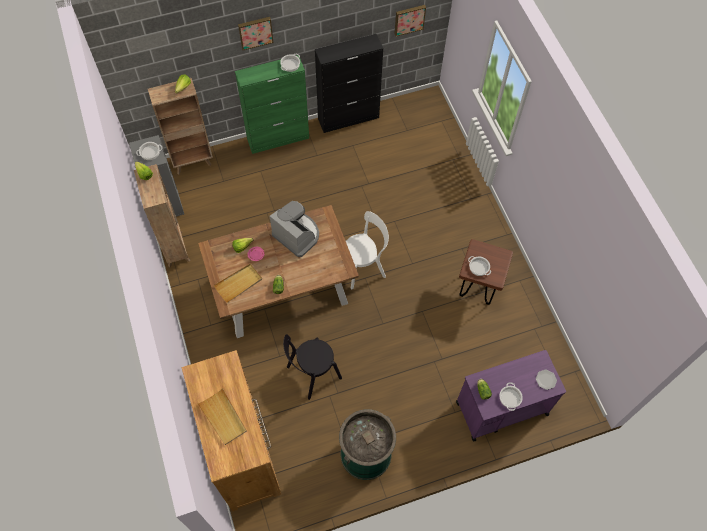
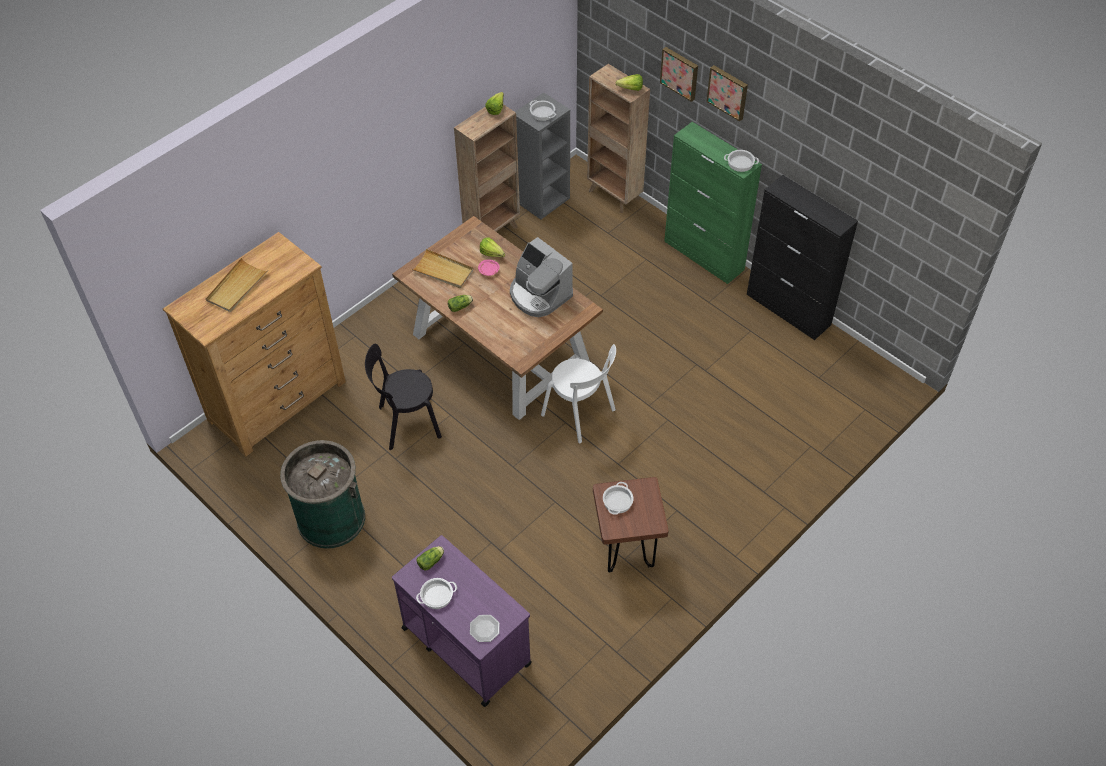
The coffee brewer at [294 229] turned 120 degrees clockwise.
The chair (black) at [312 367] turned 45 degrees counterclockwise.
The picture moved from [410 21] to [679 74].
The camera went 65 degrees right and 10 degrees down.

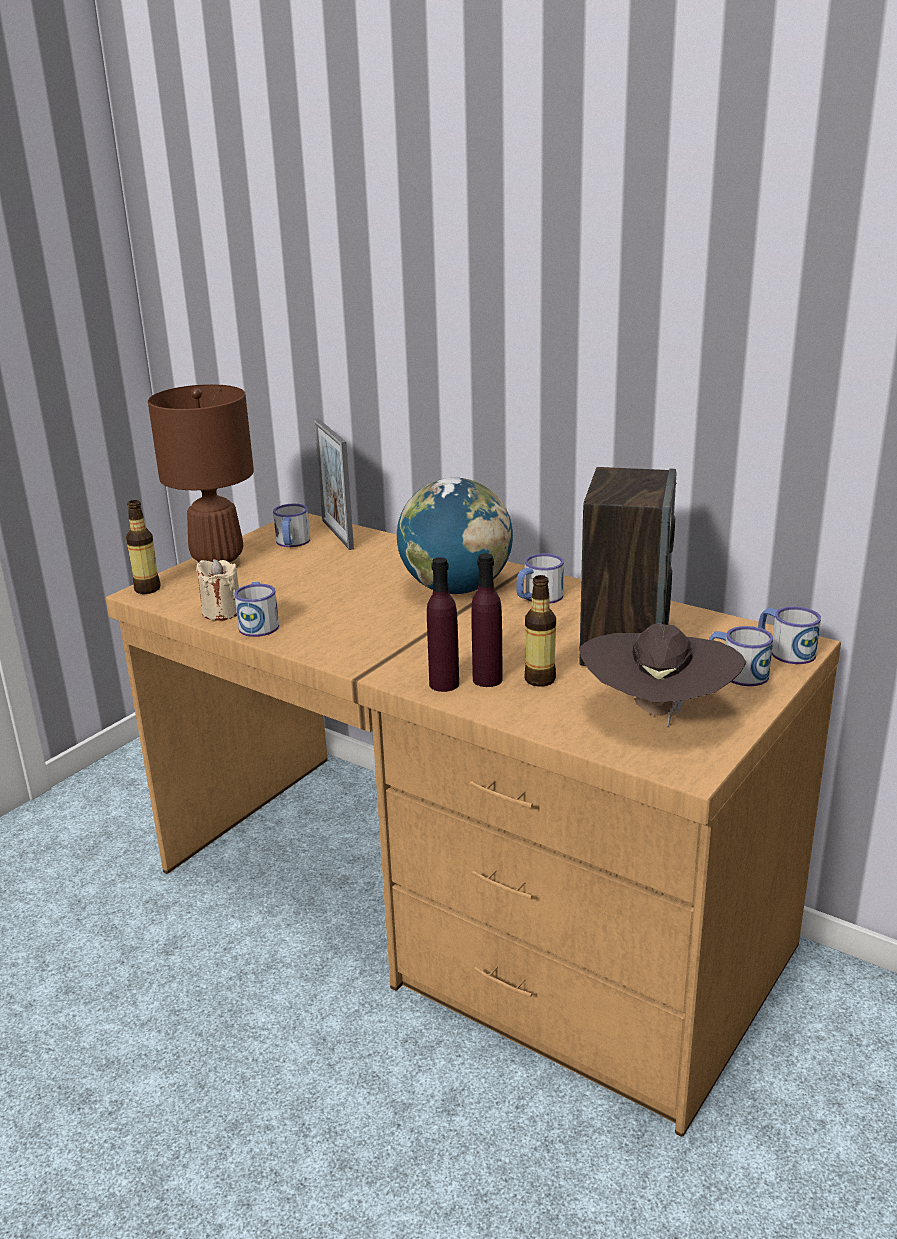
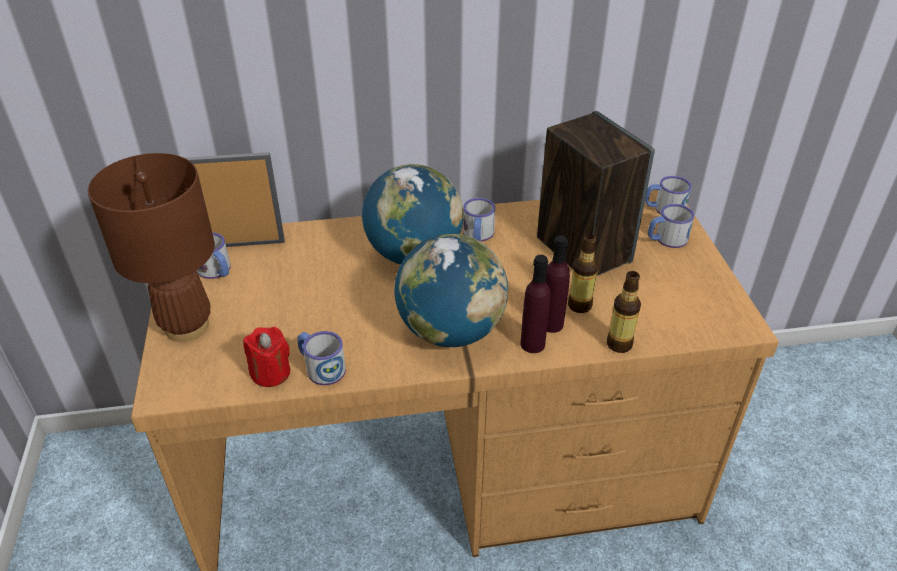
The beverage bottle moved from [143 547] to [624 312].
The wax candle (beige) at [217 590] became the wax candle (red) at [266 357].
The standing frame at [334 484] turned 150 degrees clockwise.
The hat (brown-coloured) at [662 675] disappeared.
The globe at [451 290] appeared.
The camera went 45 degrees left and 15 degrees up.

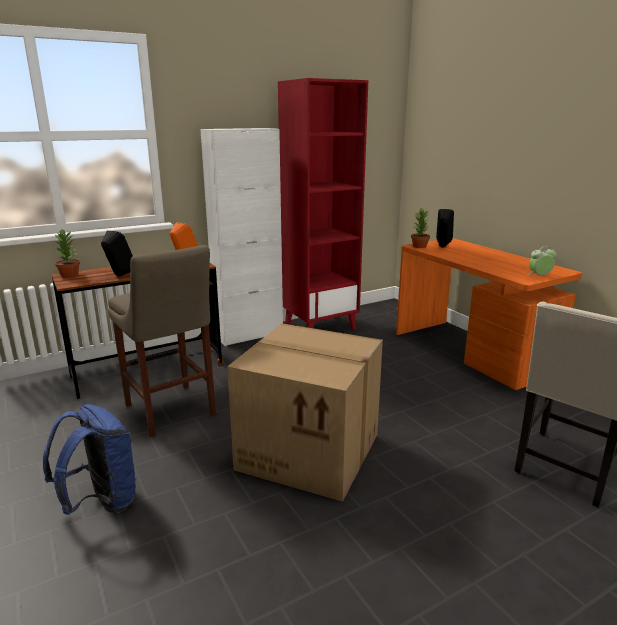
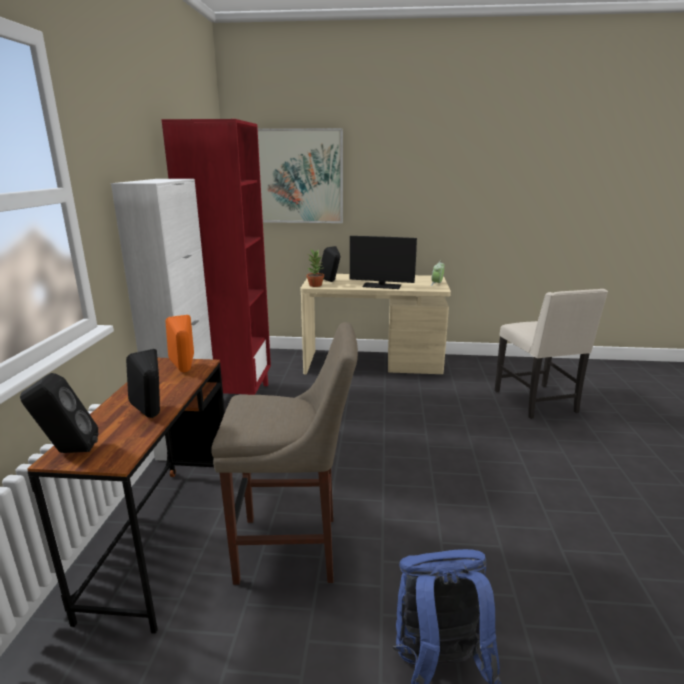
The houseplant at [67 253] was replaced by the audio speaker (black) at [59 413].
The packing box at [305 412] disappeared.
The desk table (orange) at [489 314] became the desk table (beige) at [376 324].
The picture at [300 175] appeared.
The computer screen at [383 262] appeared.
The camera went 55 degrees left and 0 degrees up.

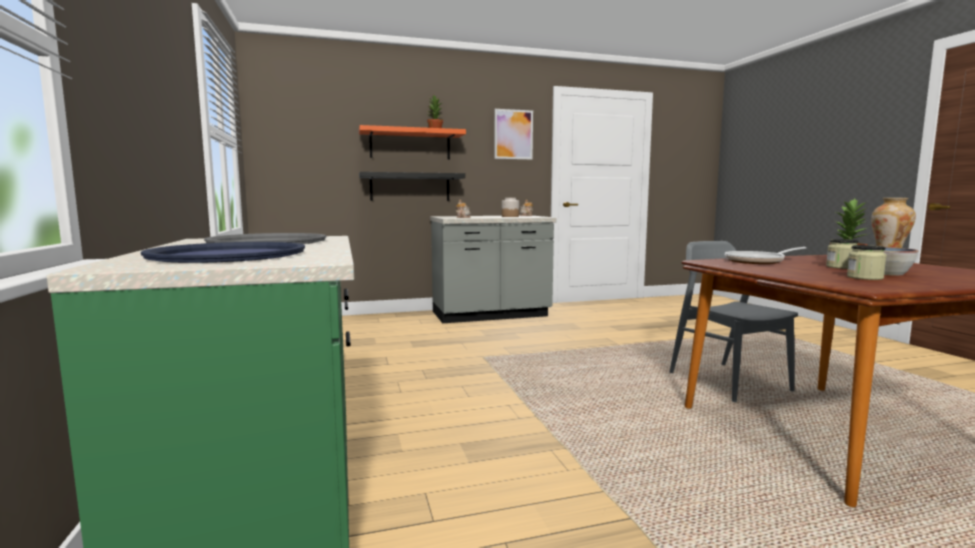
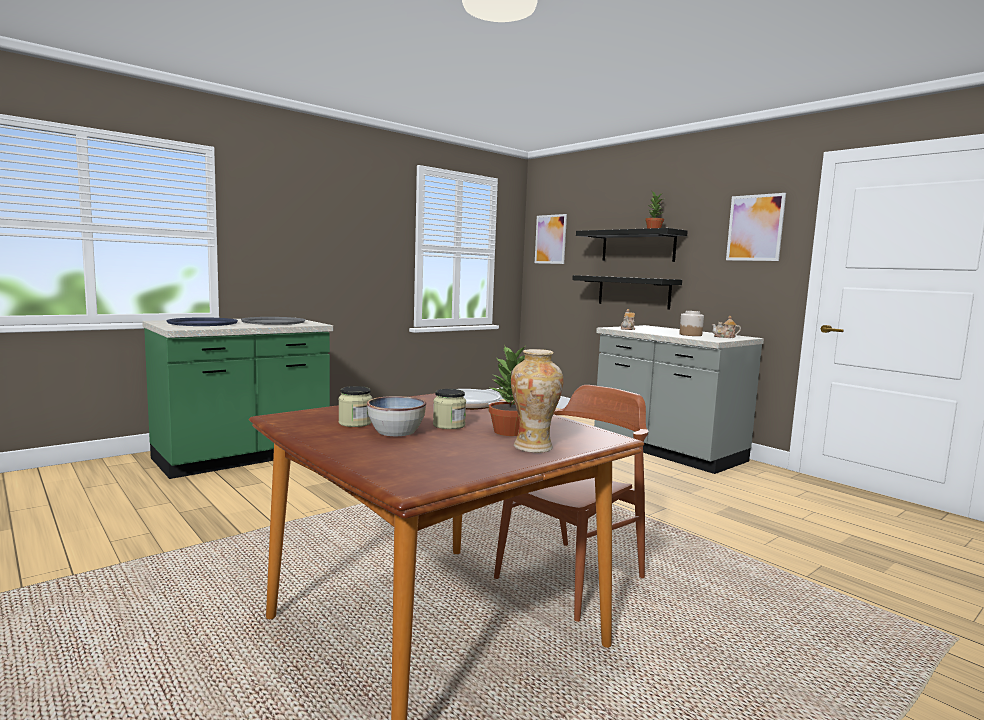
The wall shelf (orange) at [412 142] became the wall shelf (black) at [632 245].
The chair (gray) at [734 321] became the chair (brown-coloured) at [571 503].
The picture at [551 239] appeared.
The camera went 65 degrees right and 0 degrees up.

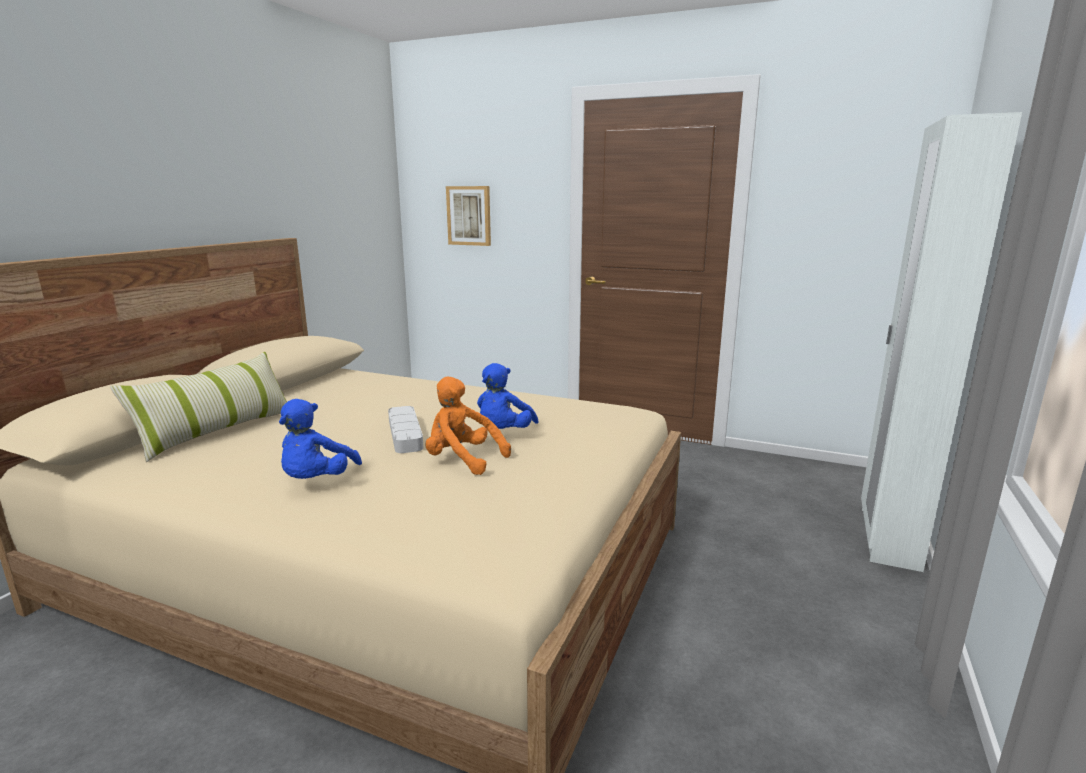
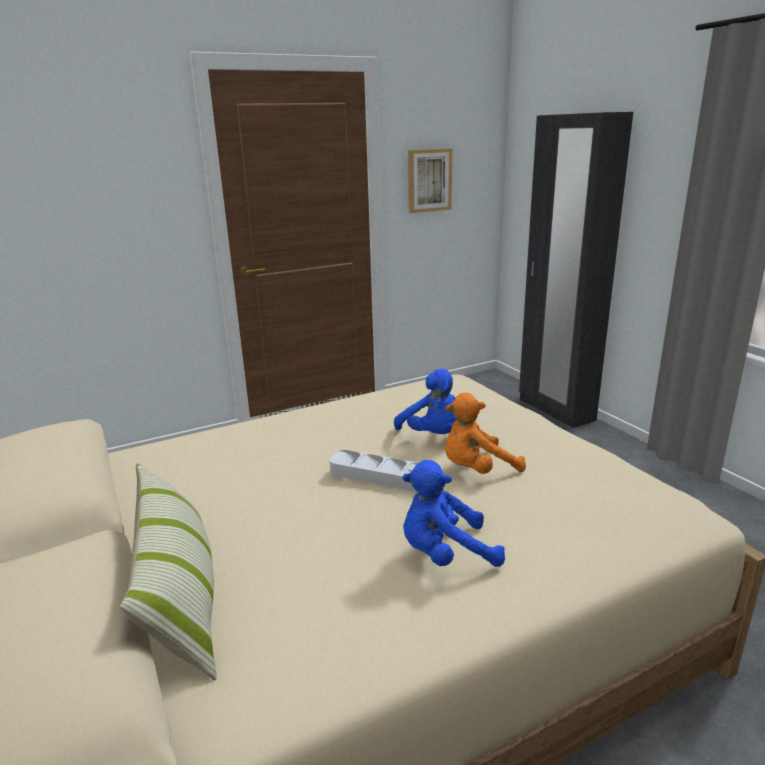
The cuddly toy (blue-coloured) at [320 439] turned 120 degrees clockwise.
The picture moved from [468 216] to [430 180].
The clothes cupboard (white-coloured) at [941 342] became the clothes cupboard (black) at [576 270].
The camera went 50 degrees left and 5 degrees up.

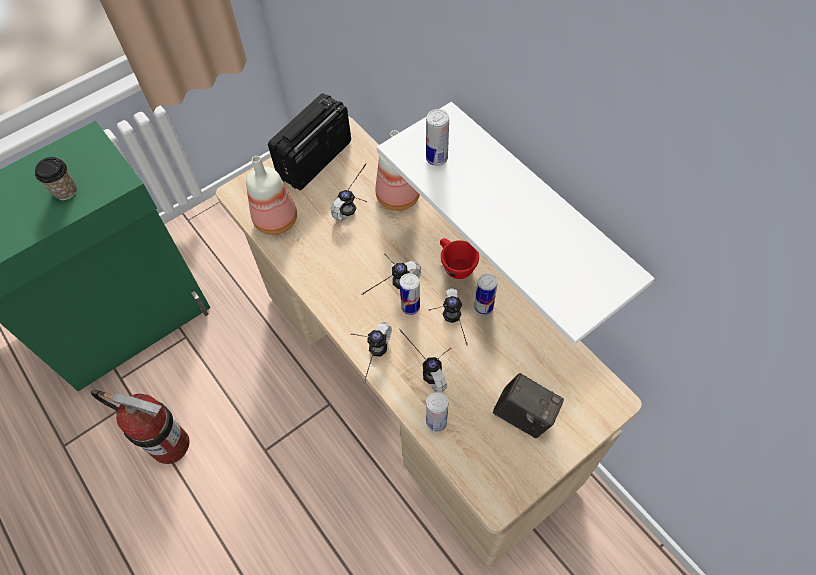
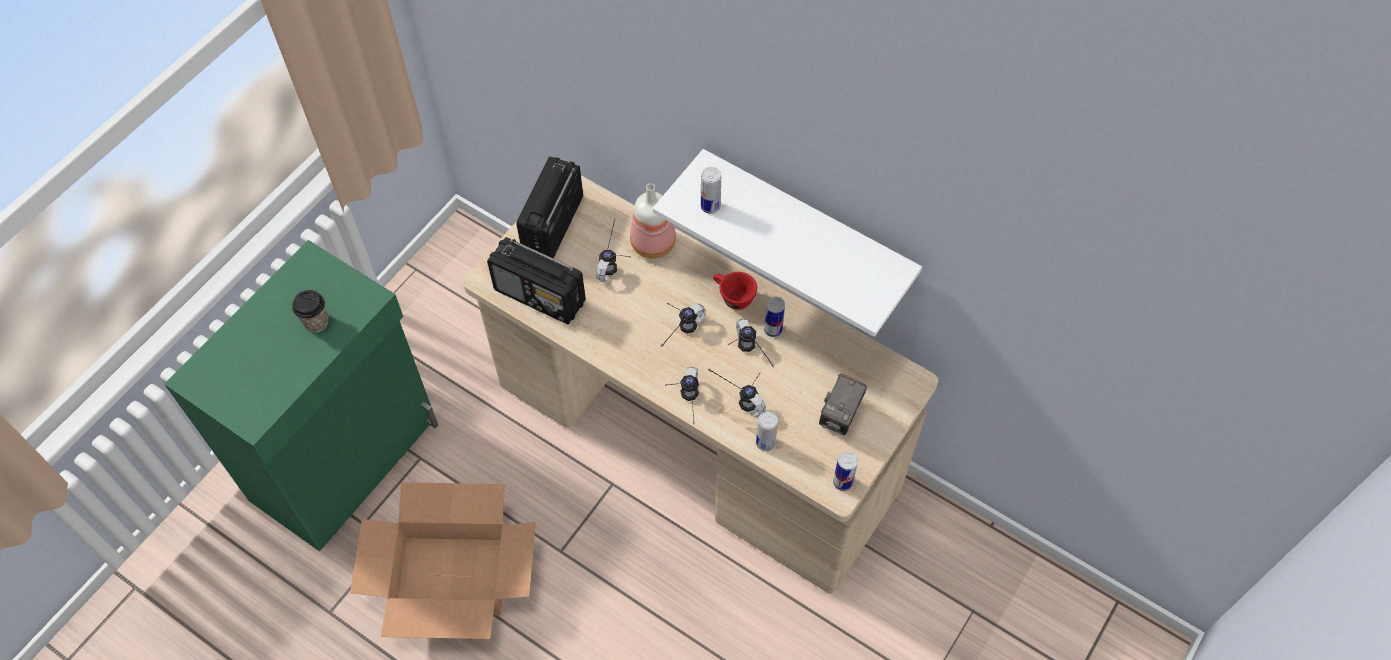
The fire-fighting cylinder at [140 427] was replaced by the packing box at [443 560].
The beverage bottle at [271 195] was replaced by the radio at [536 280].
The metal can moved from [410 294] to [845 471].
The photo camera at [528 405] turned 105 degrees clockwise.
The camera went 20 degrees left and 0 degrees up.

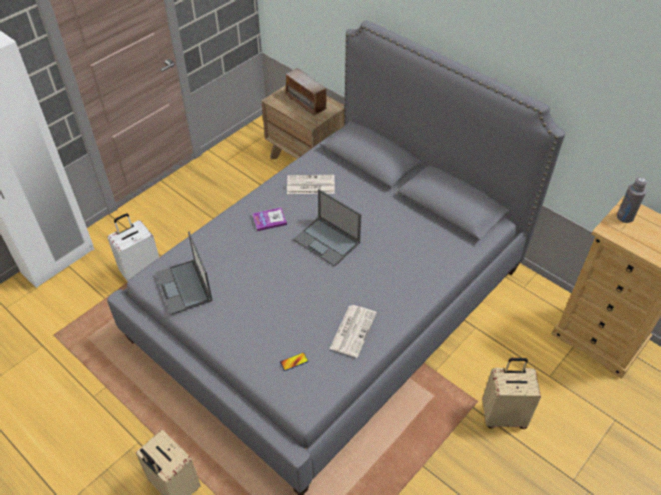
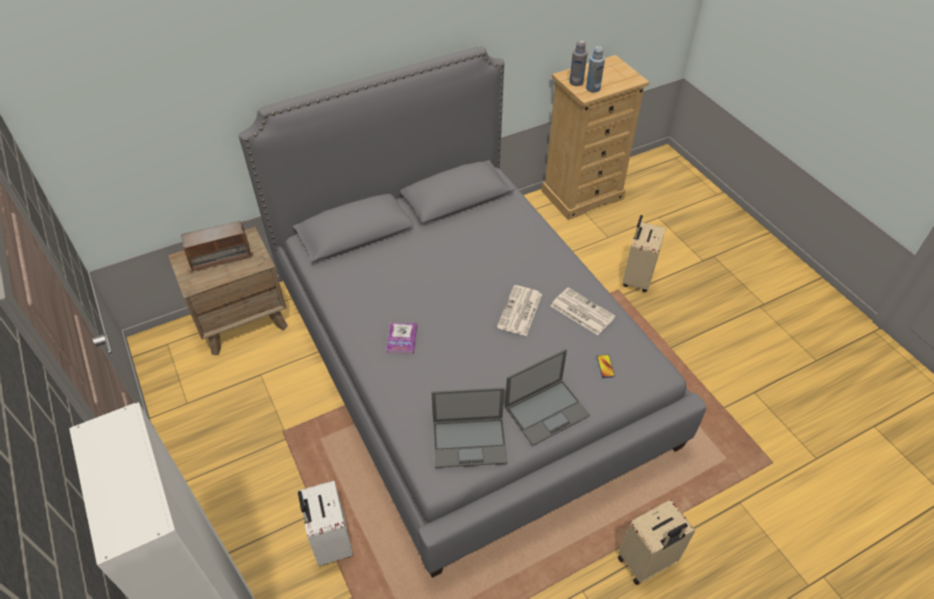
The newspaper moved from [311 184] to [519 310].
The notebook computer moved from [327 228] to [547 397].
The beverage bottle (blue-coloured) at [595 69] appeared.
The camera went 70 degrees left and 0 degrees up.

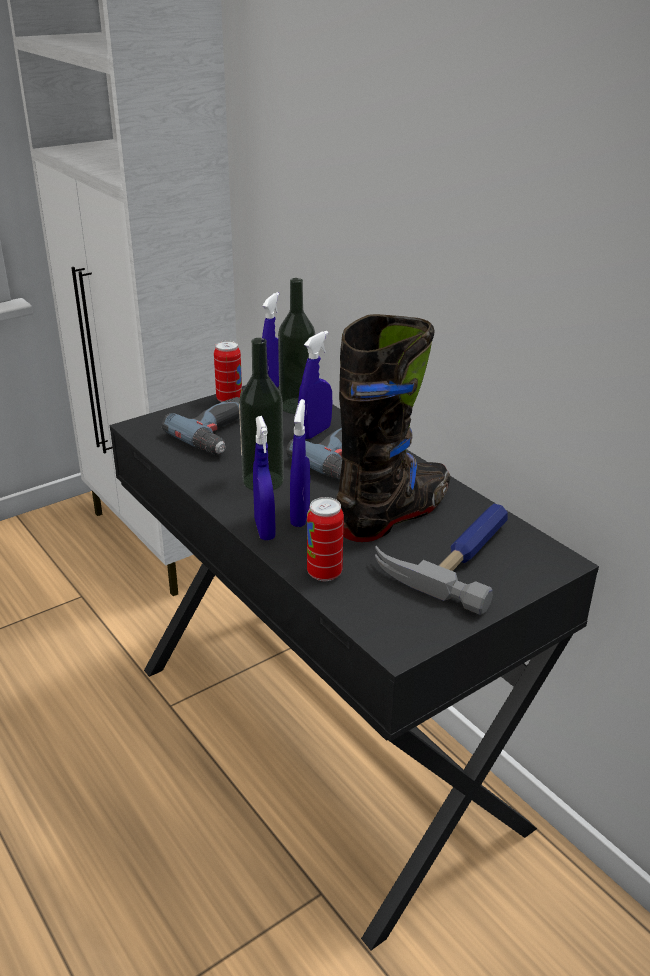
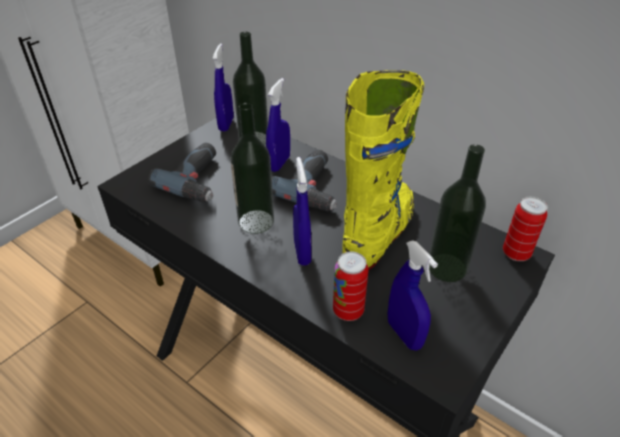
The metal can moved from [228 371] to [525 229].
The sprayer (blue-coloured) moved from [264 478] to [413 295].
The boot (black) at [393 428] became the boot (yellow-coloured) at [383 170].
The tool hammer at [441 559] was replaced by the beverage bottle at [457 213].
The camera went 15 degrees left and 10 degrees up.

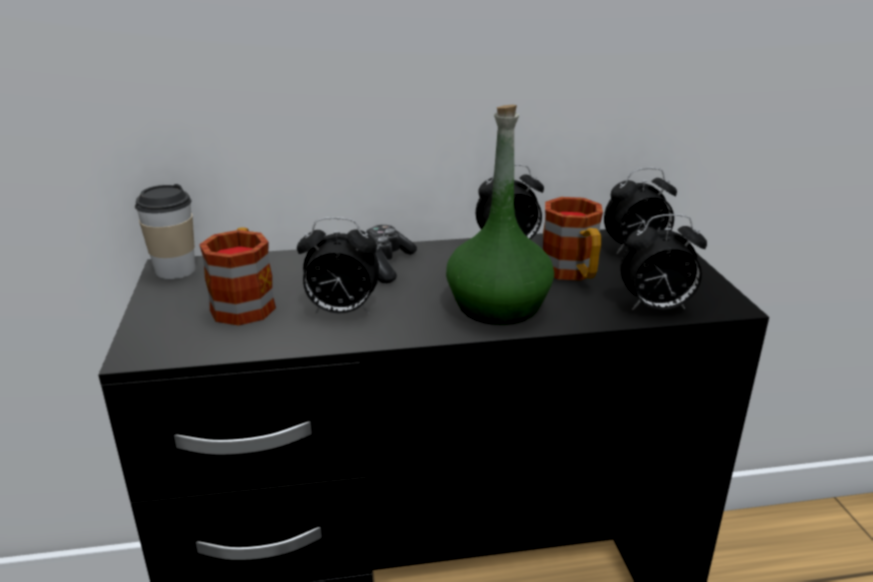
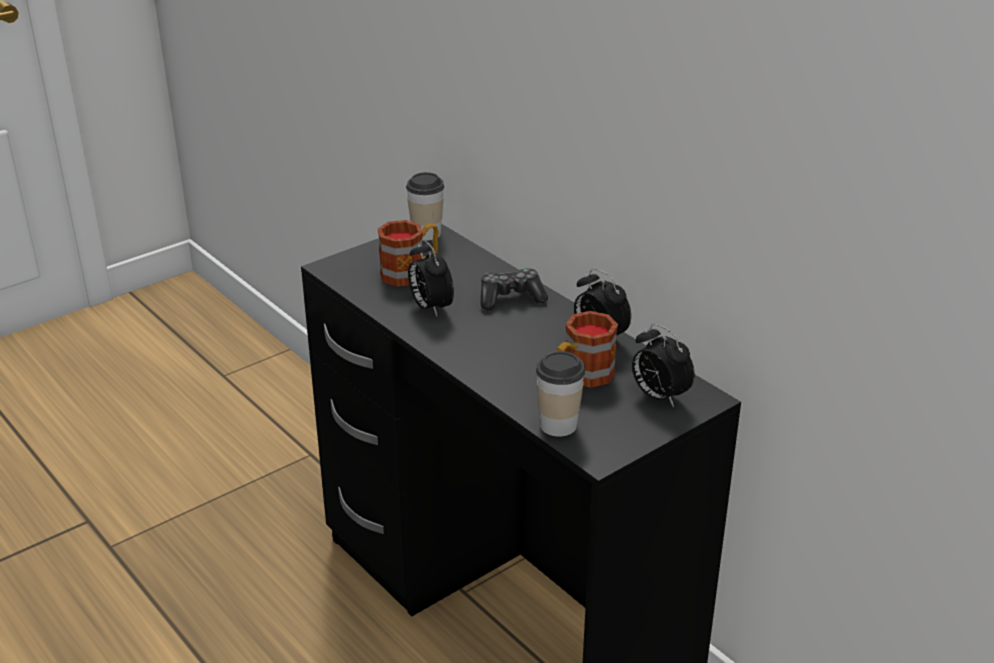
The beverage bottle (green-coloured) at [500 215] disappeared.
The alarm clock at [664 262] was replaced by the cup at [560 394].
The camera went 60 degrees right and 5 degrees up.

